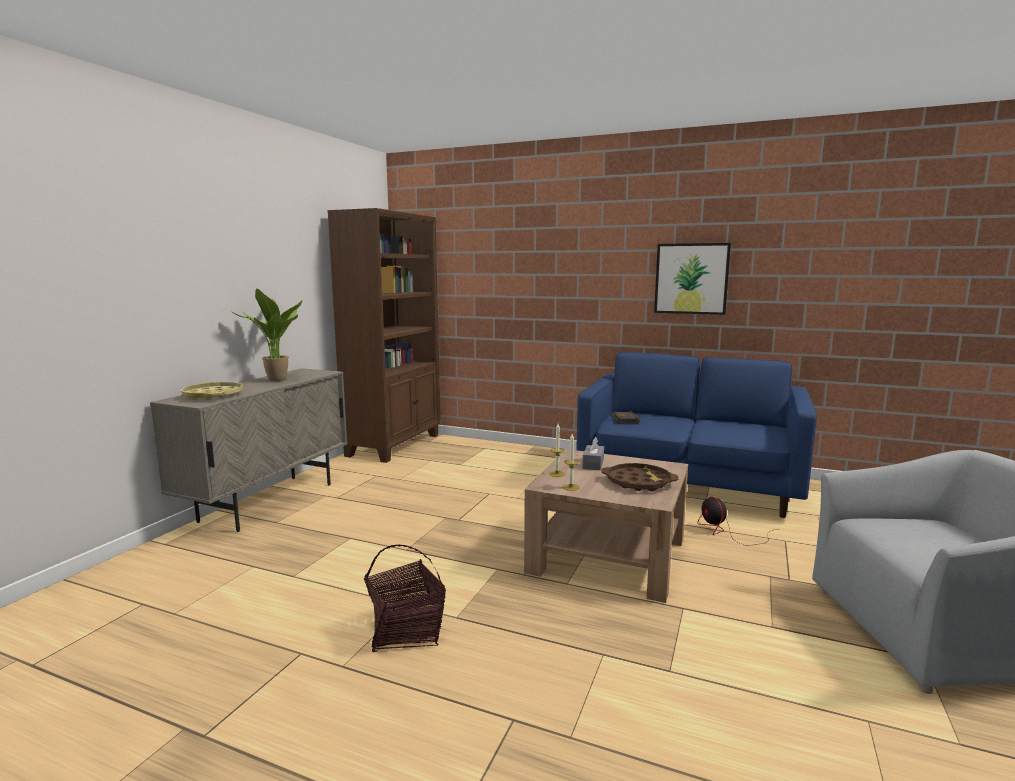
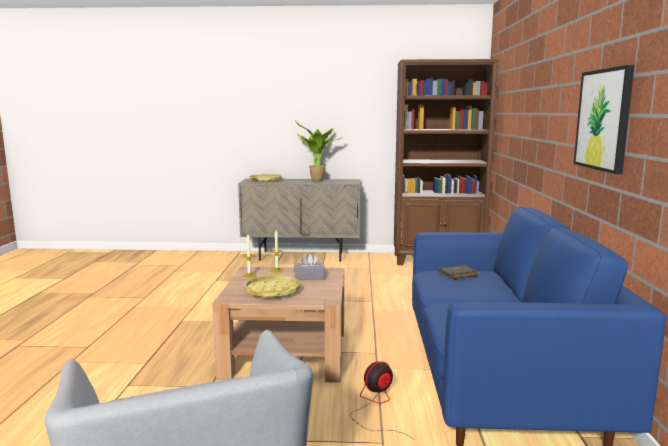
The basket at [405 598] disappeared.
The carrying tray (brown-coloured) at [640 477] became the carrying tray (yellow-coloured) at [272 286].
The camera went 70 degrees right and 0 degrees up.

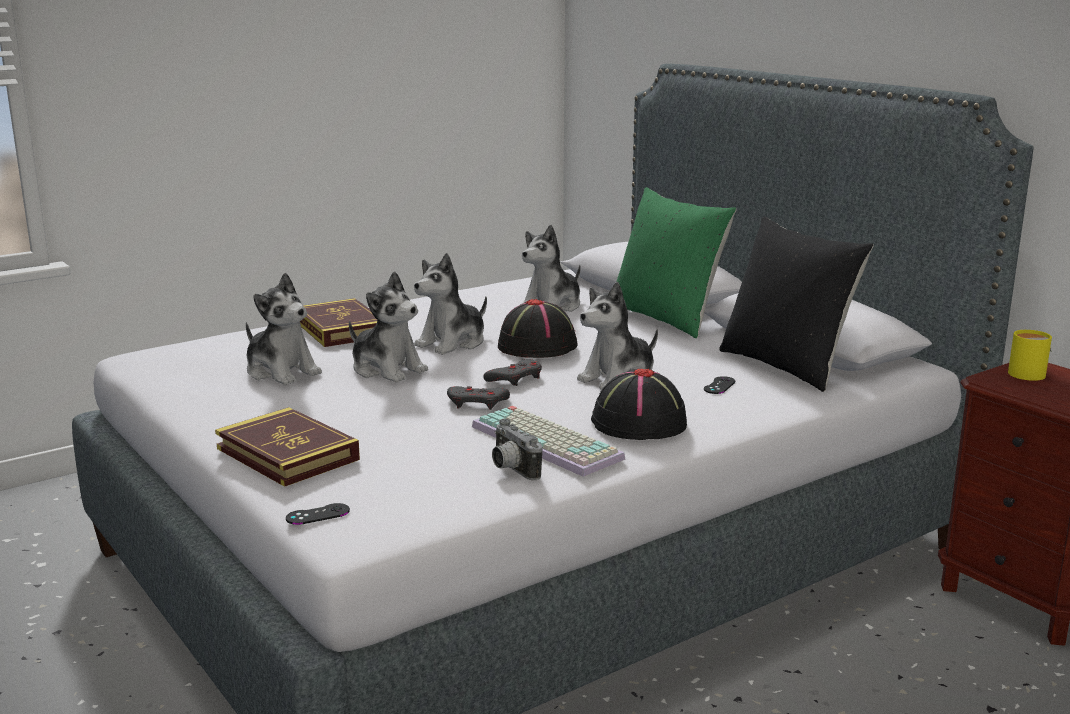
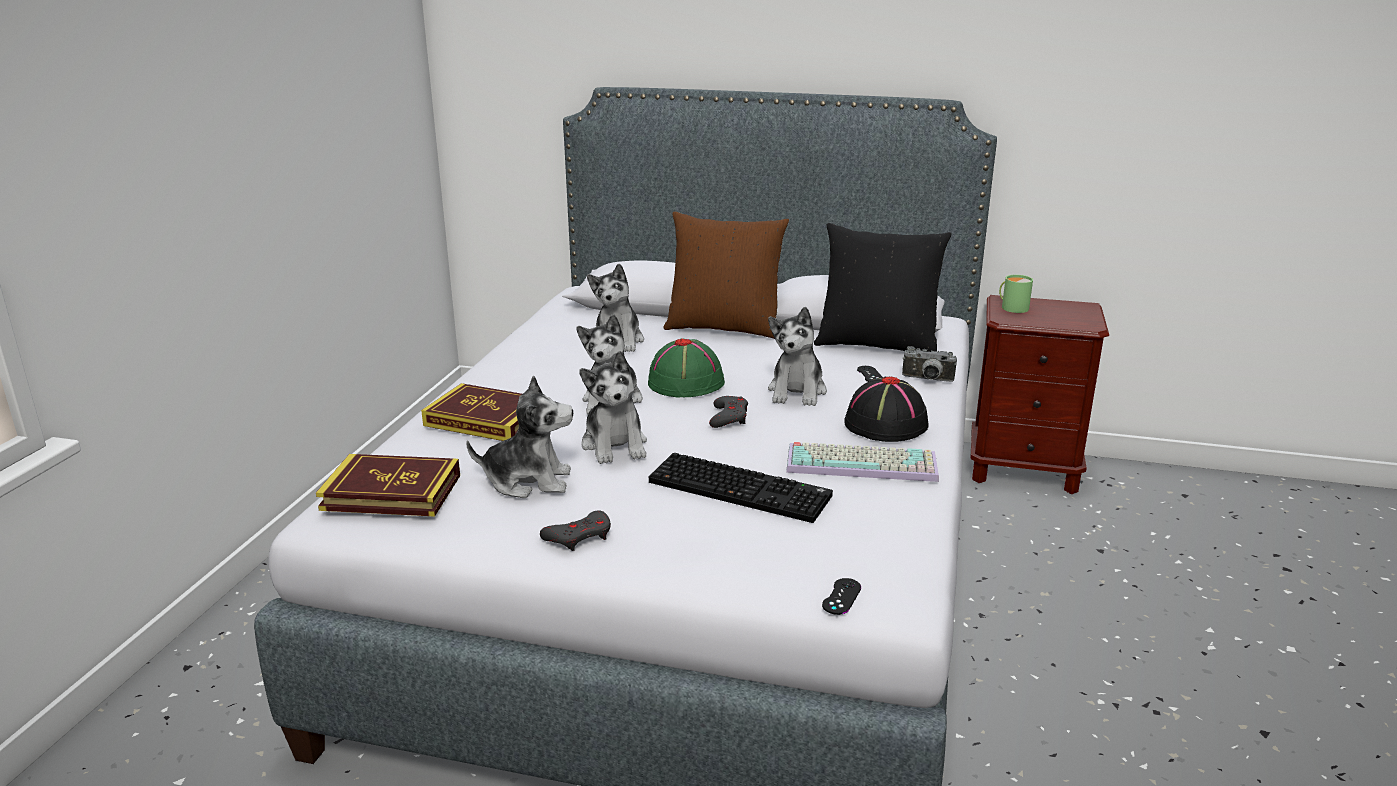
The bound book moved from [287 447] to [388 485].
The cuddly toy at [388 326] turned 75 degrees clockwise.
The game controller (gray) moved from [478 398] to [575 530].
The photo camera moved from [517 449] to [929 364].
The hat (black) at [538 328] became the hat (green-coloured) at [686 367].
The pillow (green-coloured) at [676 262] became the pillow (brown-coloured) at [726 275].
The mug (yellow-coloured) at [1030 355] became the mug (green-coloured) at [1016 294].
The PC keyboard at [741 488] appeared.
The camera went 40 degrees left and 5 degrees up.

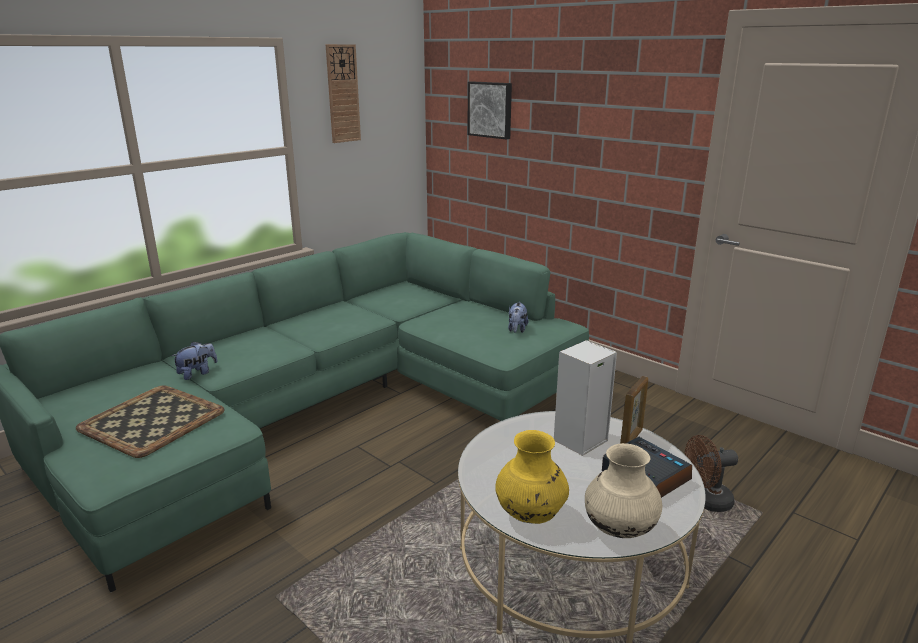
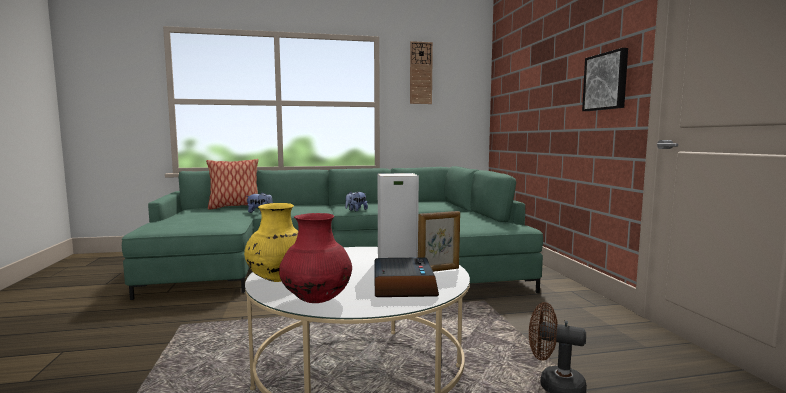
The carrying tray at [150 422] disappeared.
The picture moved from [490 110] to [605 79].
The cuddly toy moved from [518 317] to [356 201].
The decorative vase (beige) at [623 490] became the decorative vase (red) at [315 258].
The pillow at [232 184] appeared.
The camera went 35 degrees right and 15 degrees down.

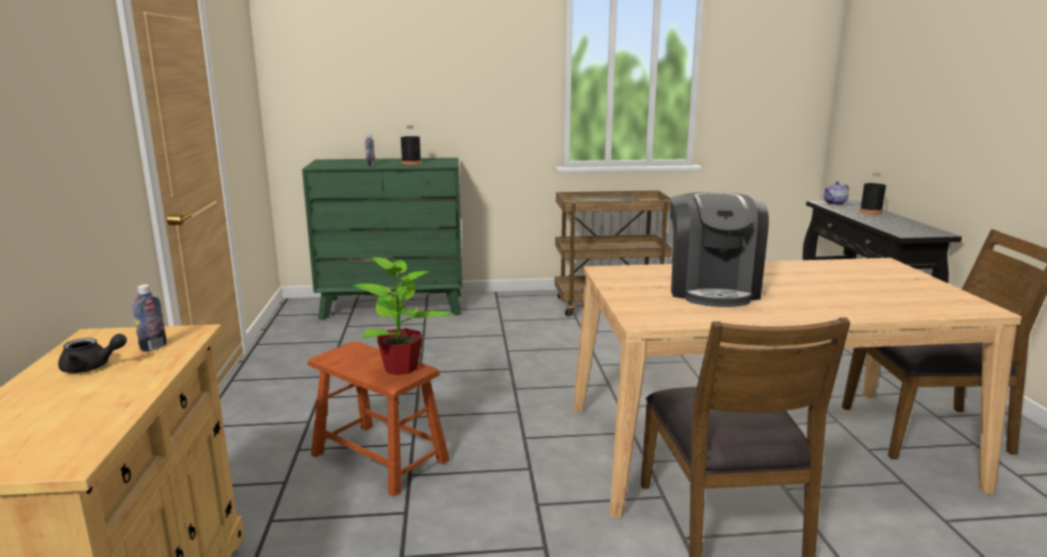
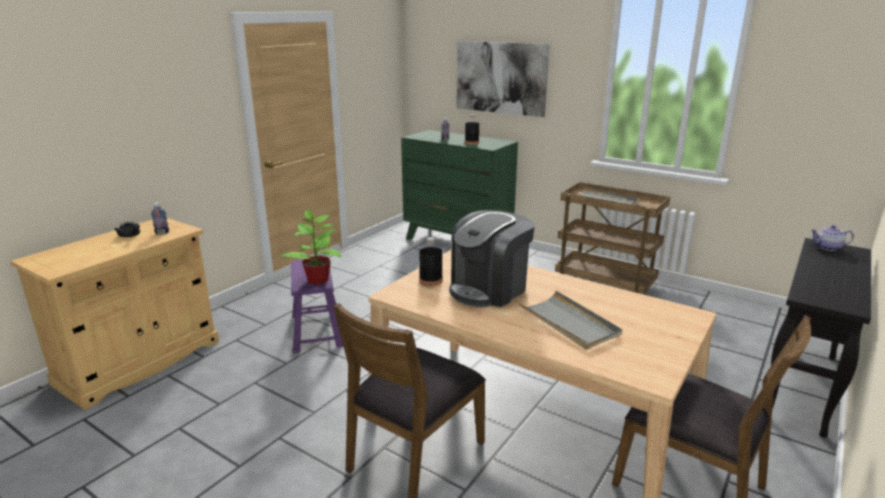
The sitting stool (brown-coloured) at [378 419] became the sitting stool (purple) at [317 306].
The beverage bottle (black) moved from [873 193] to [431 261].
The picture at [503 79] appeared.
The carrying tray (gray) at [571 320] appeared.
The camera went 40 degrees right and 5 degrees up.

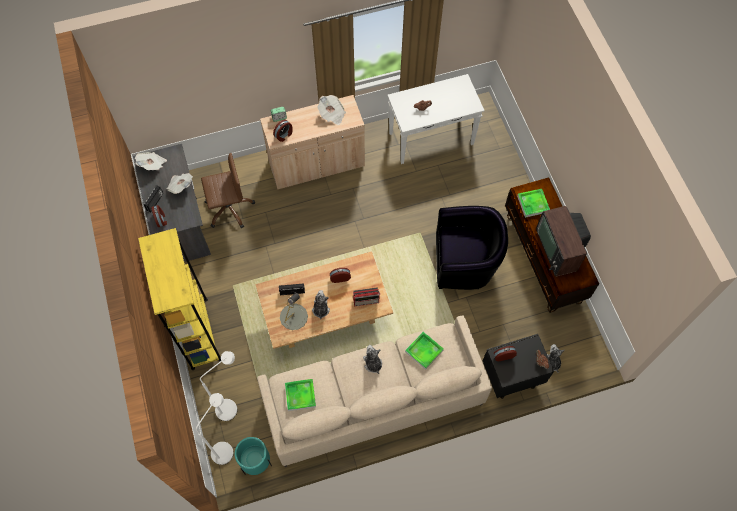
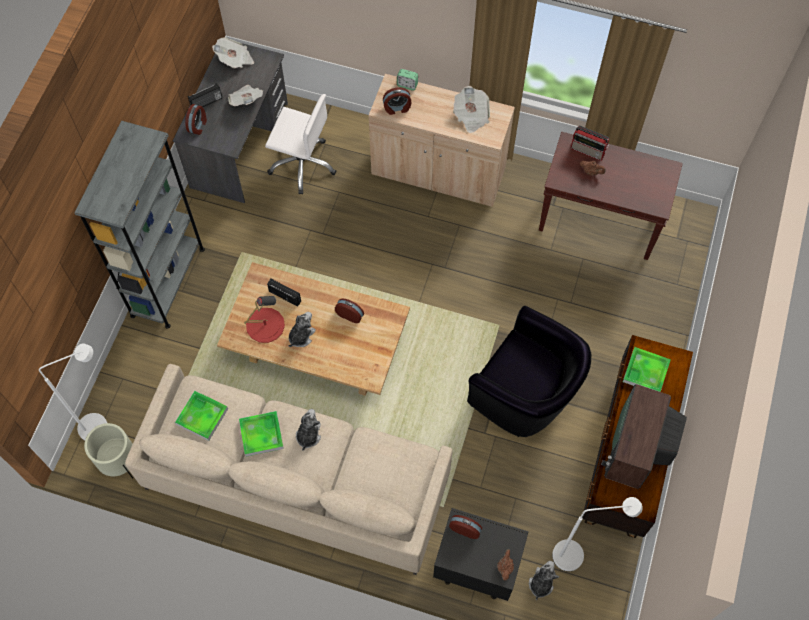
The shelving unit (yellow-coloured) at [179 299] became the shelving unit (gray) at [139 225].
The floor lamp (white-coloured) moved from [218 386] to [597 534].
The desk chair (brown-coloured) at [228 190] became the desk chair (white-coloured) at [300 144].
The flower pot (turquoise) at [253 456] became the flower pot (beige) at [108 451].
The table lamp (gray) at [294 311] became the table lamp (red) at [264 319].
The radio moved from [366 296] to [589 143].
The hall table (white-coloured) at [436 119] became the hall table (brown-coloured) at [611 196].
The carrying tray moved from [424 351] to [261 434].
The camera went 35 degrees right and 0 degrees up.

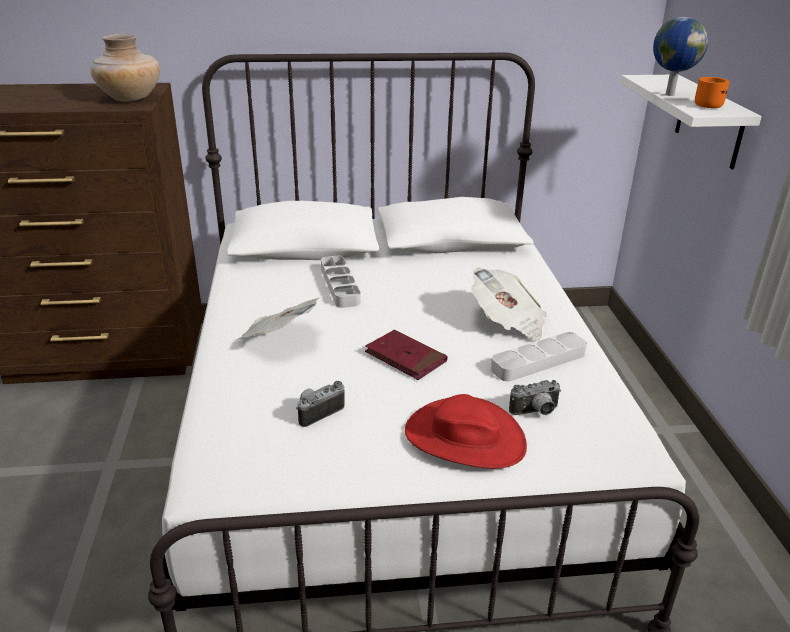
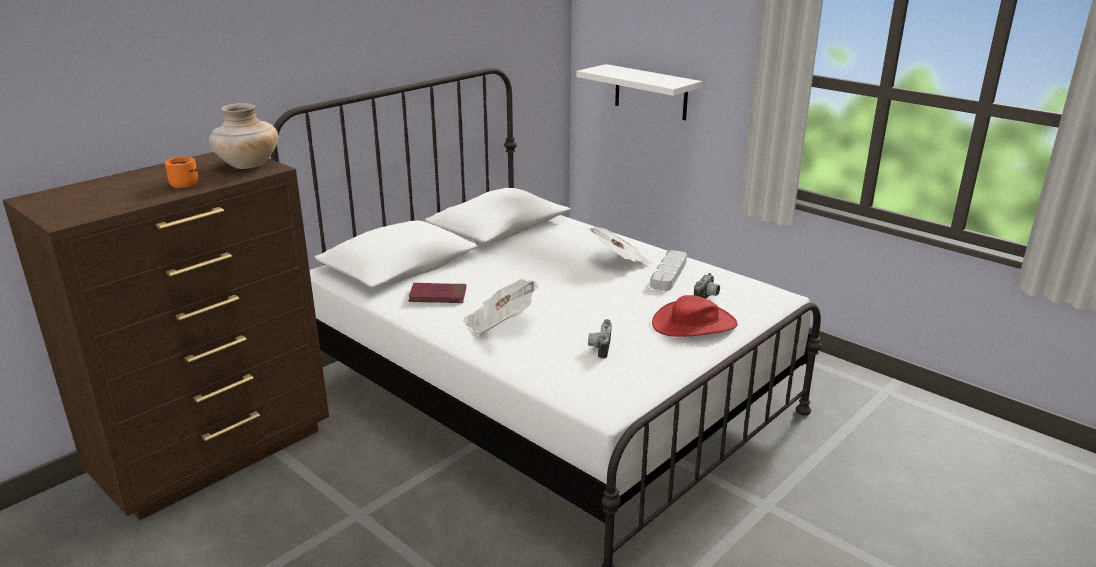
The carrying tray (gray) at [341 282] disappeared.
The bound book (red) moved from [406 355] to [437 293].
The globe at [680 56] disappeared.
The mug (orange) moved from [712 92] to [181 172].
The camera went 40 degrees left and 5 degrees down.

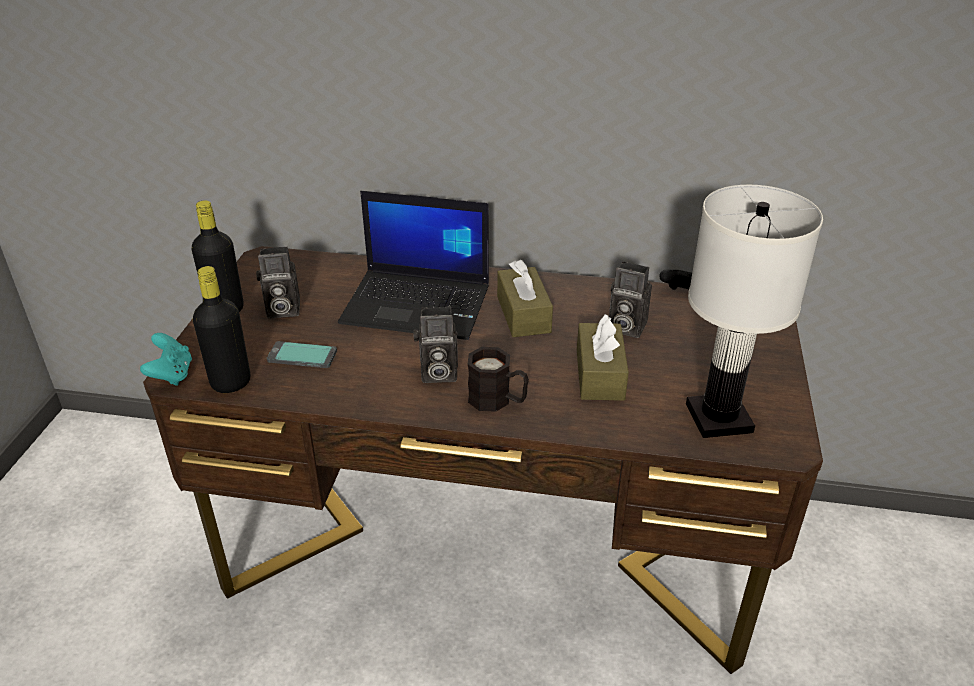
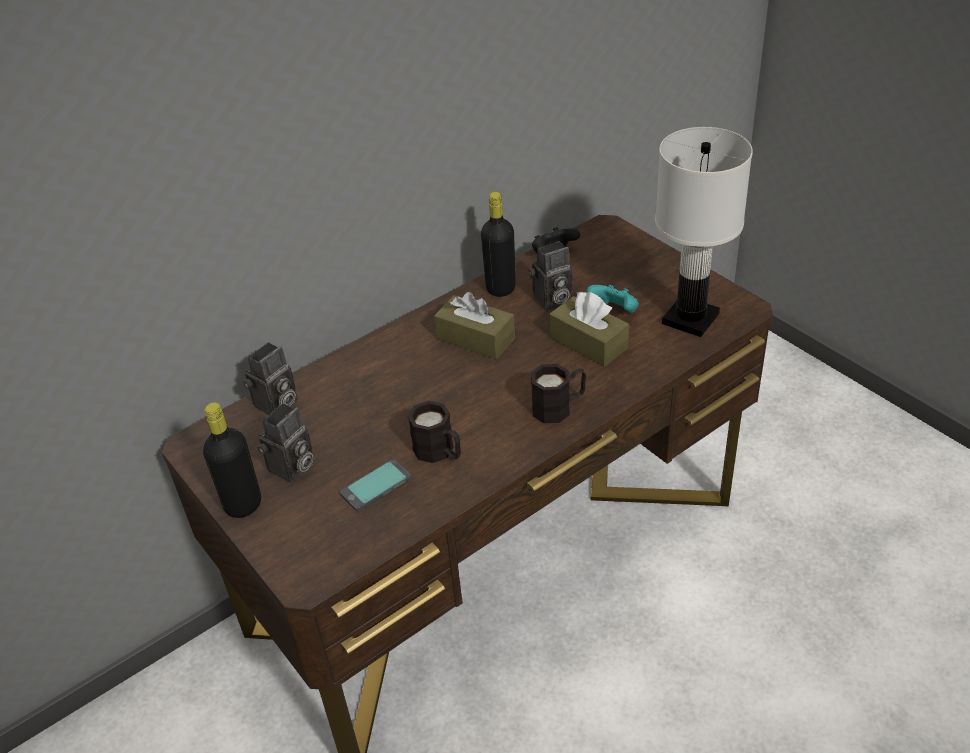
The game controller (turquoise) moved from [166 359] to [613 299].
The beverage bottle (black) moved from [221 329] to [498 244].
The notebook computer at [413 265] disappeared.
The photo camera moved from [435 344] to [270 378].
The mug (black) at [434 432] appeared.
The camera went 45 degrees left and 5 degrees up.

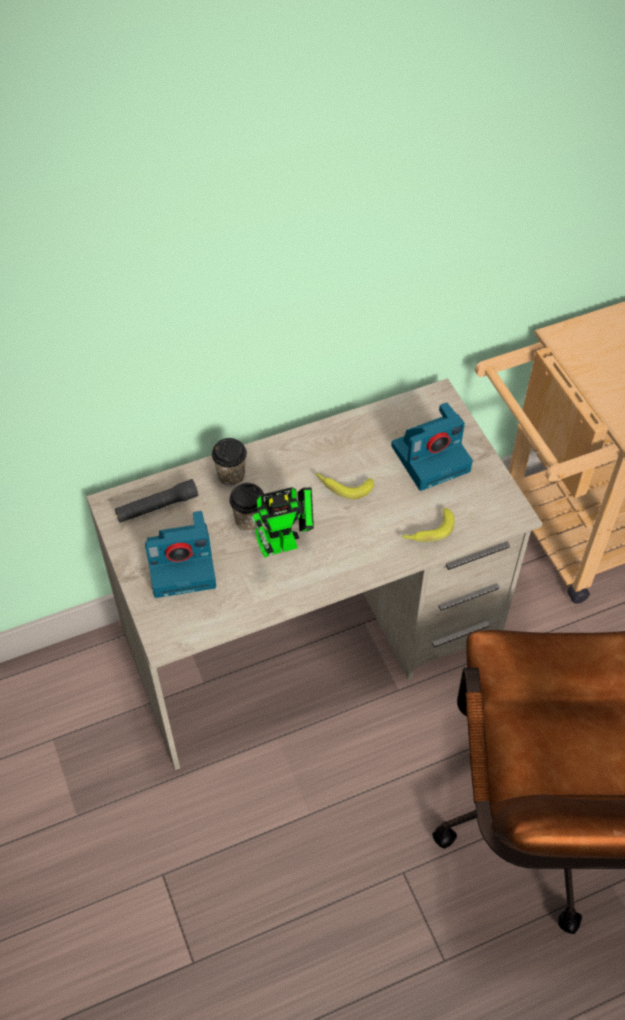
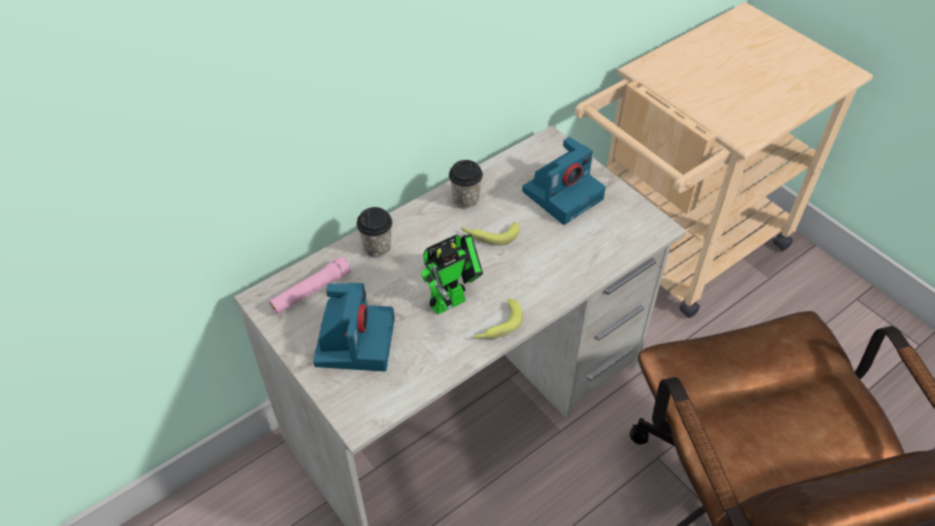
The hand torch (black) at [157 501] became the hand torch (pinkish) at [310 285].
The photo camera at [180 554] turned 60 degrees counterclockwise.
The cup moved from [246 507] to [466 184].
The whole banana moved from [428 525] to [498 319].
The camera went 15 degrees left and 5 degrees down.

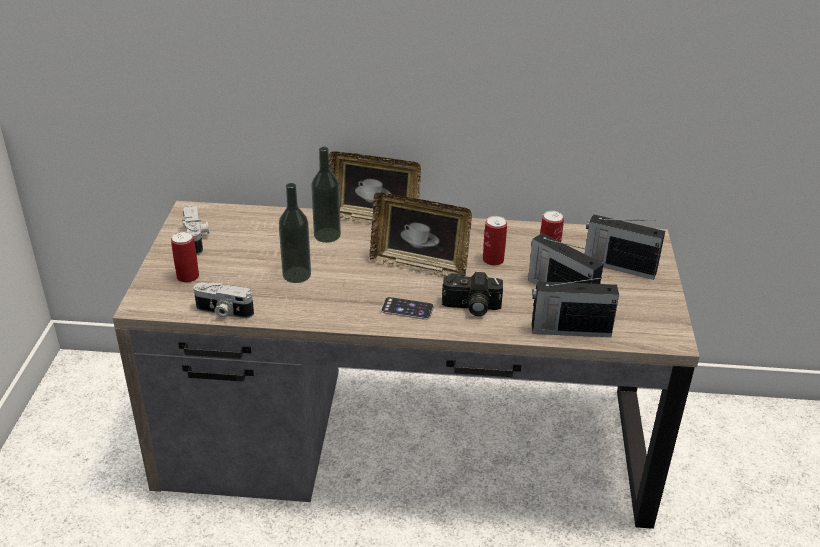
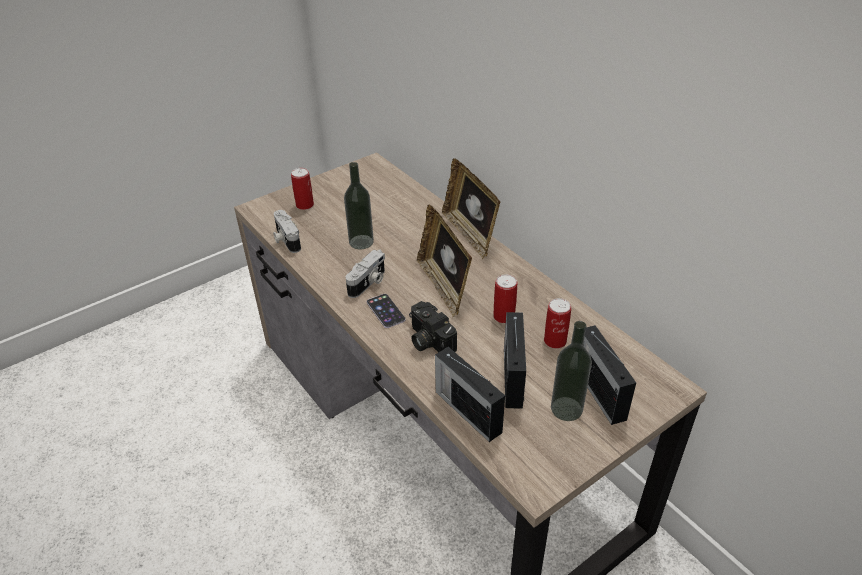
The photo camera moved from [195 230] to [365 274].
The beverage bottle moved from [326 195] to [571 371].
The camera went 50 degrees right and 5 degrees up.

